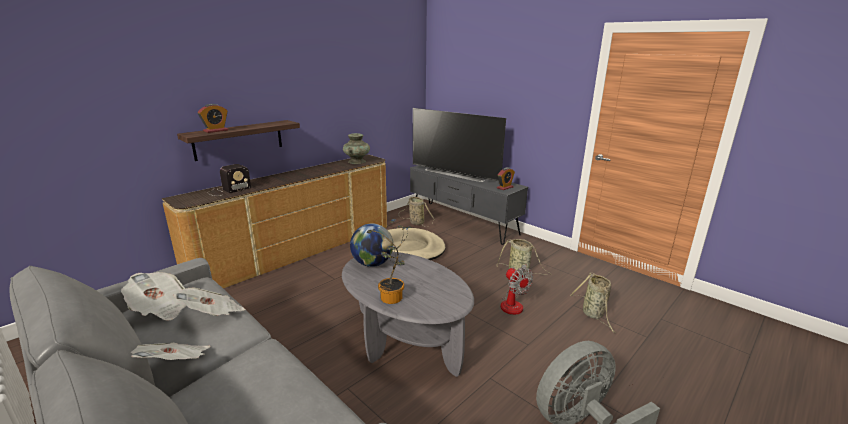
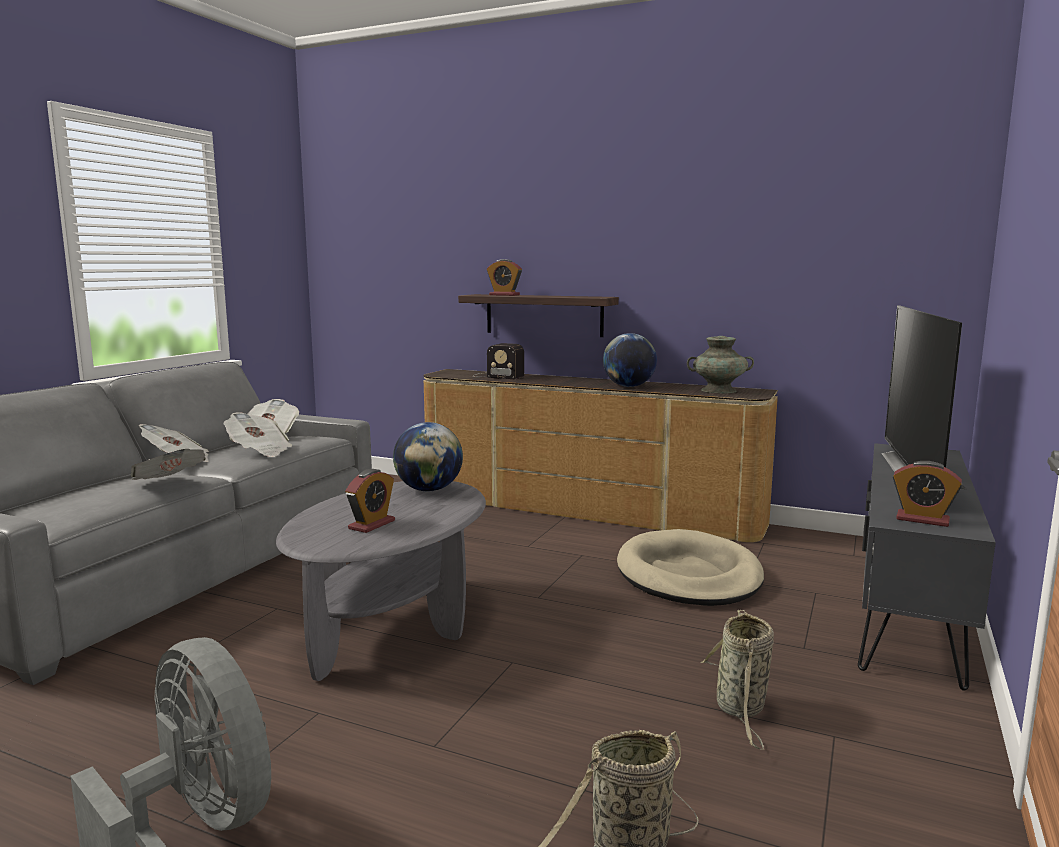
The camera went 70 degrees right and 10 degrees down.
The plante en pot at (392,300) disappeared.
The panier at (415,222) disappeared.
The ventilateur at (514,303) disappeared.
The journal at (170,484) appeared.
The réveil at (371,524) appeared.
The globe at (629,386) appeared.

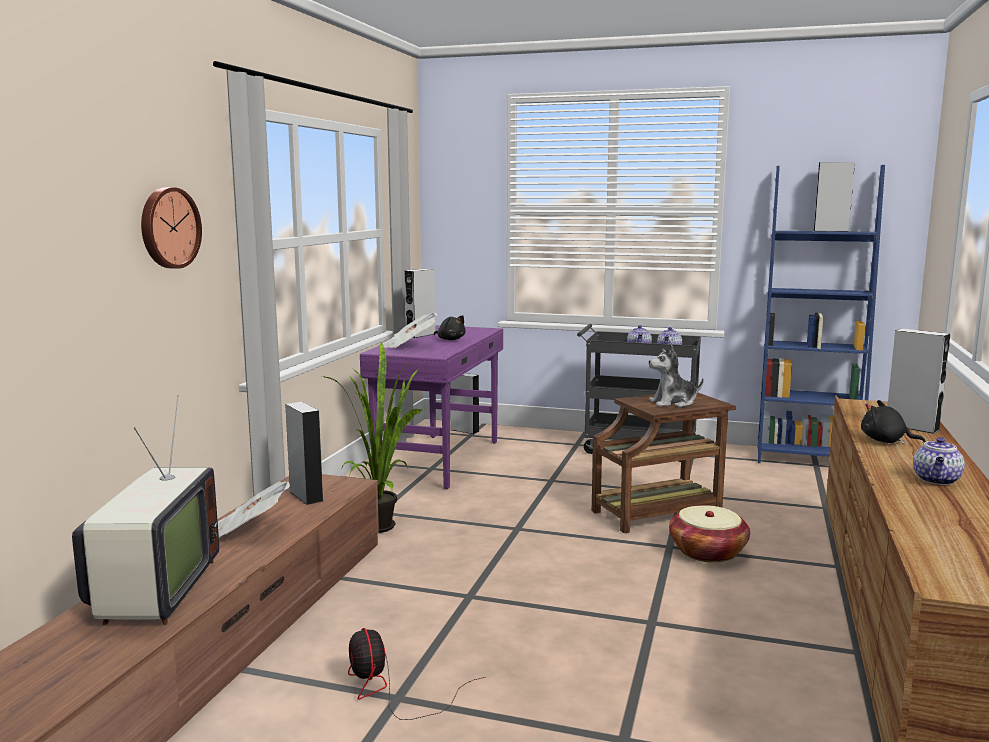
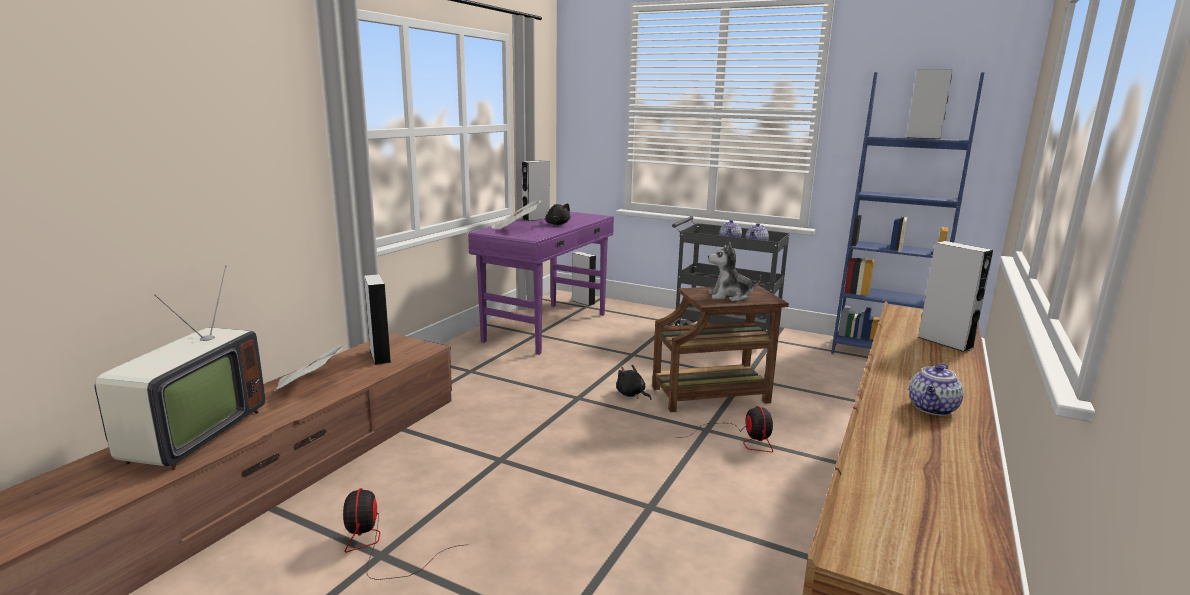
The camera went 10 degrees right and 5 degrees up.
The horloge murale at (168,228) disappeared.
The plante en pot at (383,524) disappeared.
The panier at (707,552) was replaced by the ventilateur at (739,439).
The peluche (noir) moved from (886,441) to (631,394).

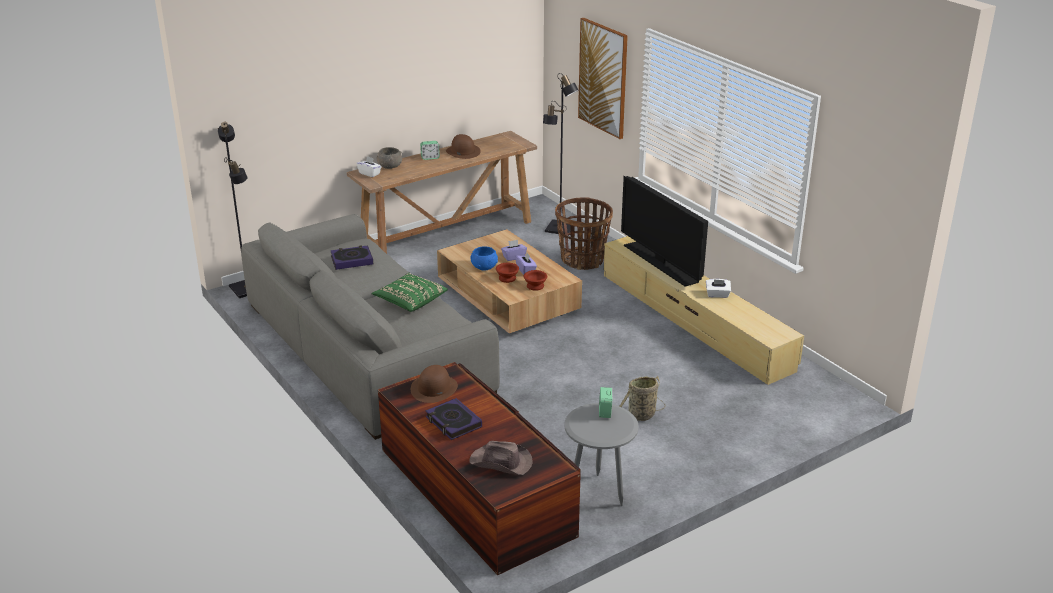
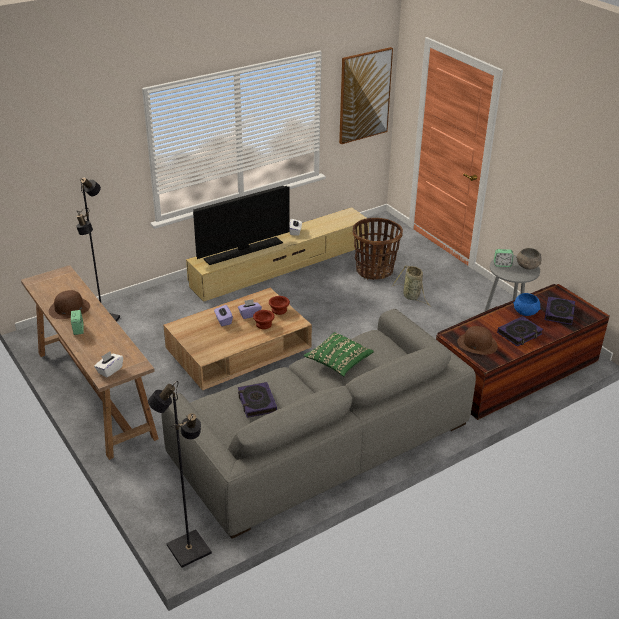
The camera went 90 degrees left and 5 degrees up.
The bol (gris) moved from (389,166) to (527,266).
The chapeau (marron) at (501,462) was replaced by the livre at (559,313).
The bol (bleu) moved from (484,267) to (525,312).
The panier moved from (582,260) to (374,270).
The tableau moved from (603,78) to (364,95).

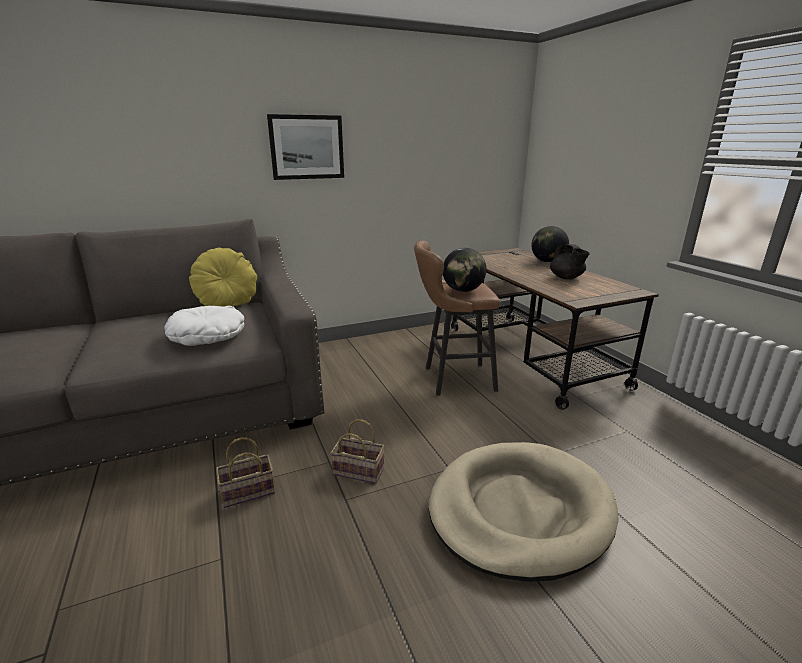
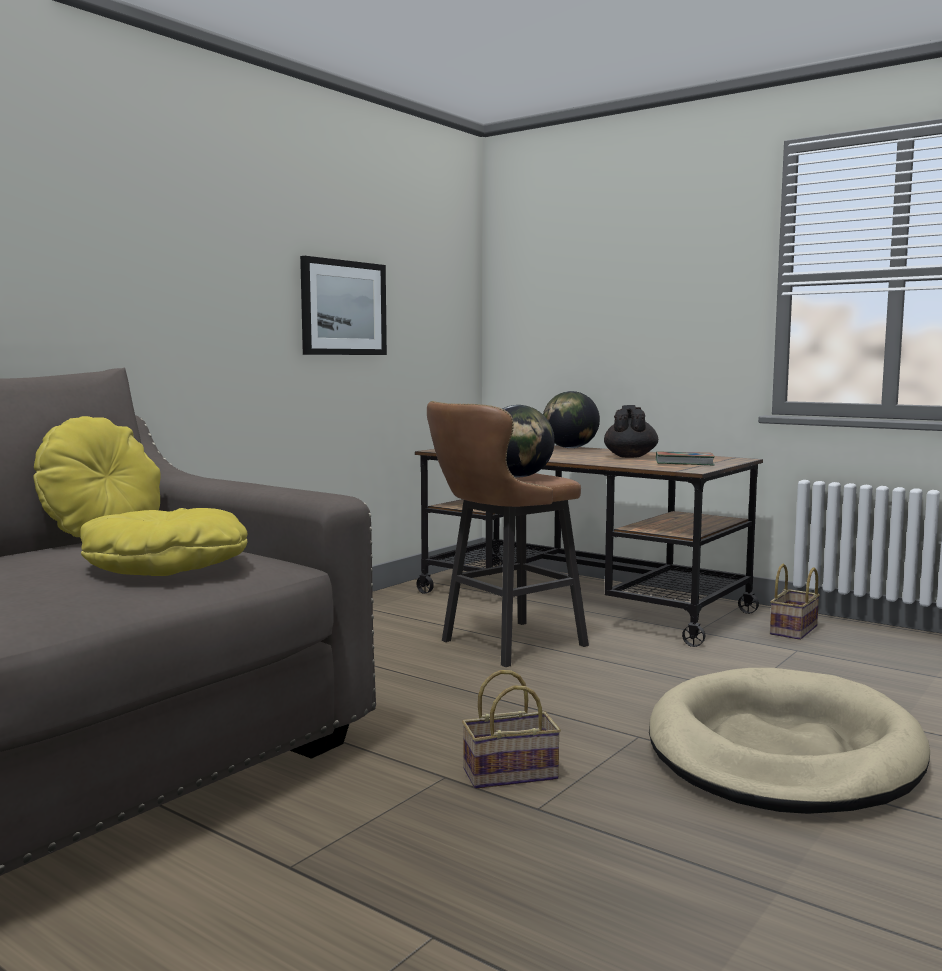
The camera went 30 degrees left and 15 degrees down.
The coussin (blanc) at (208,335) became the coussin (jaune) at (164,565).
The panier moved from (247,493) to (794,631).
The tableau moved from (307,147) to (343,308).
The théière (noir) at (566,278) turned 120 degrees counterclockwise.
The livre at (684,463) appeared.

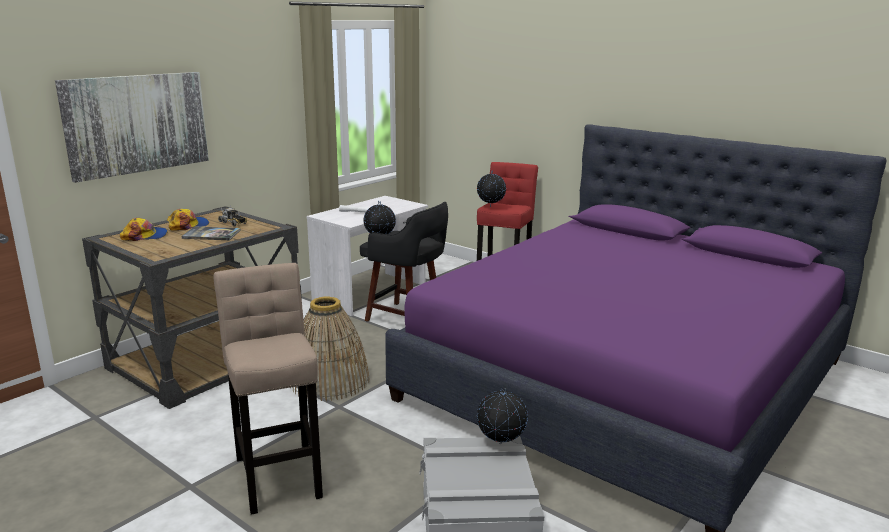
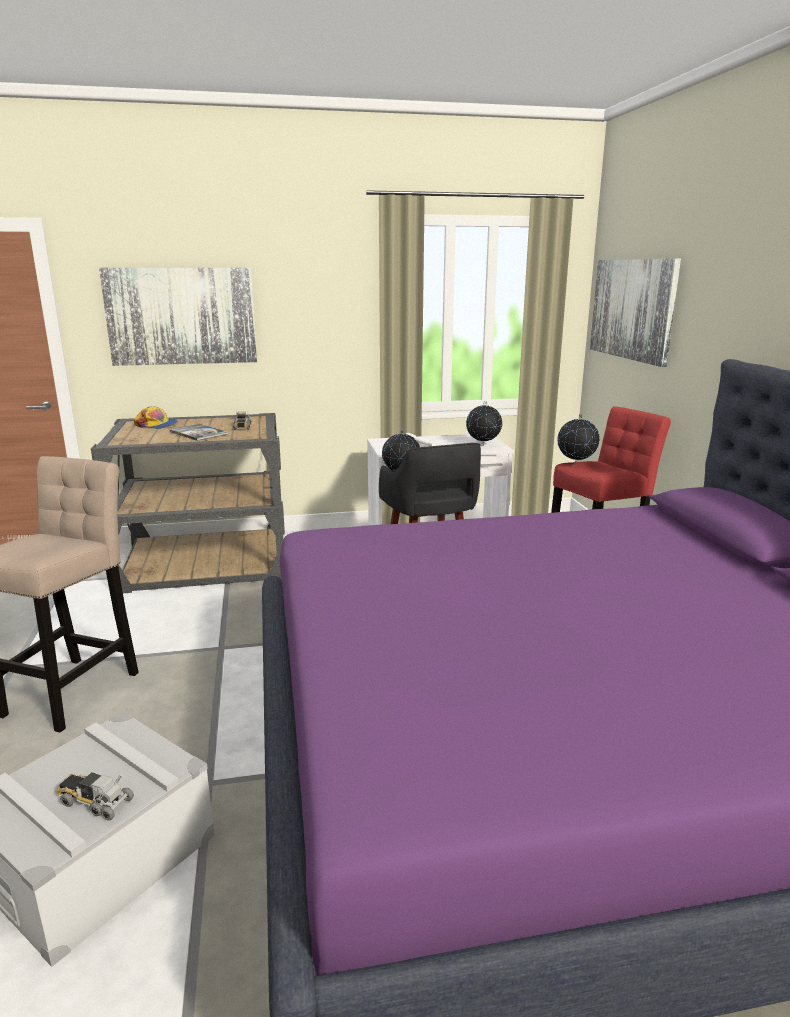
The camera went 40 degrees right and 0 degrees up.
The casquette at (188,225) disappeared.
The panier at (329,380) disappeared.
The globe moved from (501,444) to (483,445).
The camion jouet at (95,802) appeared.
The tableau at (632,309) appeared.

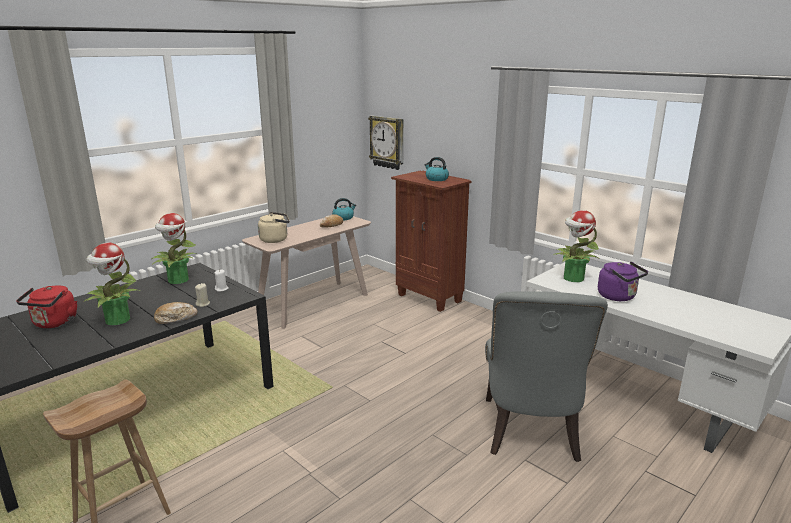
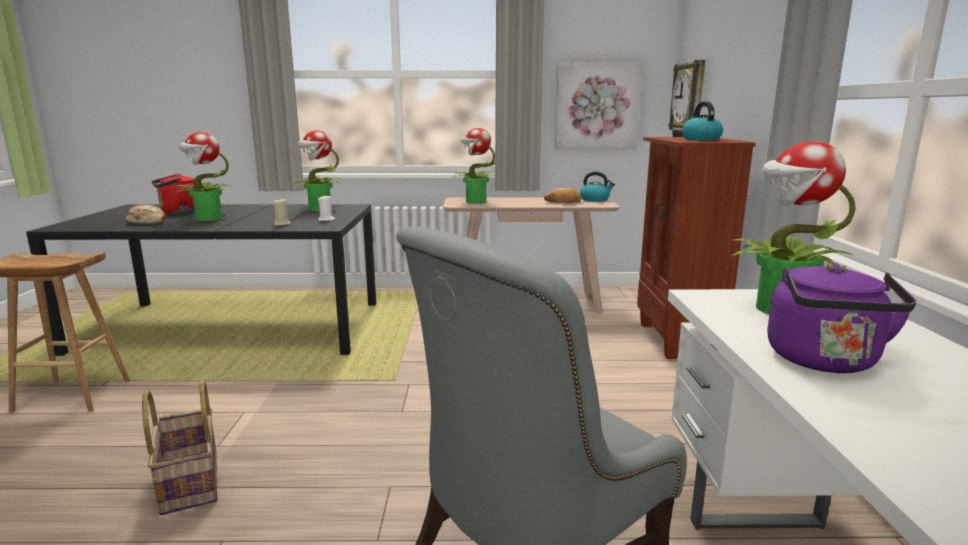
The camera went 45 degrees right and 5 degrees down.
The pain moved from (175,318) to (148,222).
The bouilloire (beige) at (275,239) was replaced by the plante en pot at (475,202).
The panier at (188,482) appeared.
The tableau at (597,106) appeared.

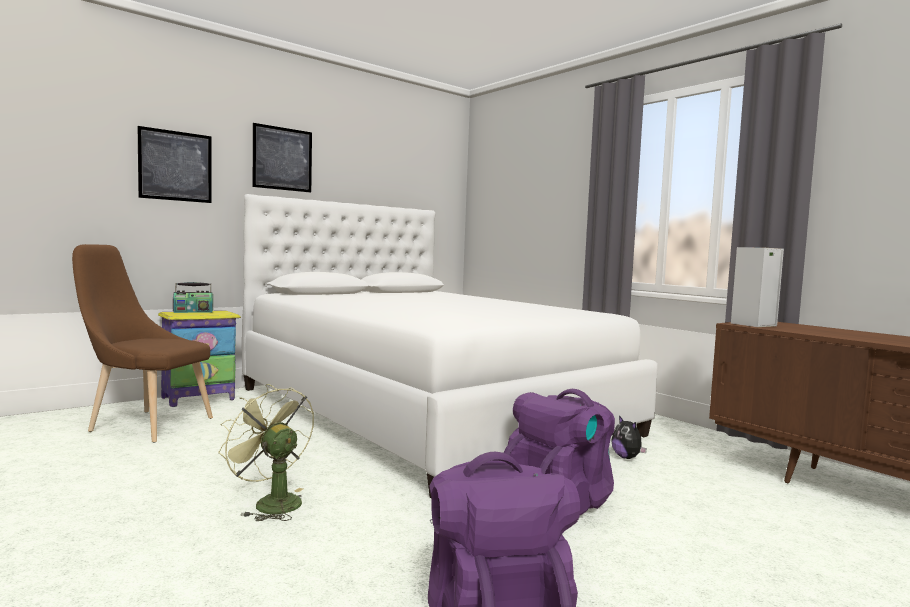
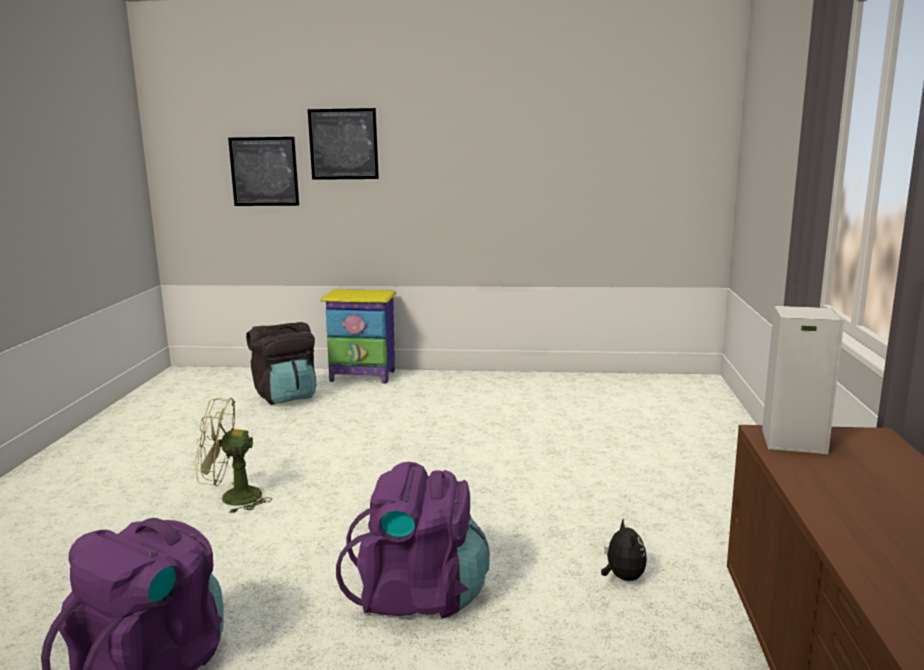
The camera went 45 degrees right and 10 degrees up.
The chaise (marron) at (145,424) was replaced by the sac à dos (noir) at (285,396).
The radio at (193,311) disappeared.
The ventilateur (vert) at (270,502) turned 90 degrees counterclockwise.
The lit (blanc) at (427,410) disappeared.
The tableau moved from (282,159) to (264,171).
The peluche at (627,457) turned 150 degrees clockwise.

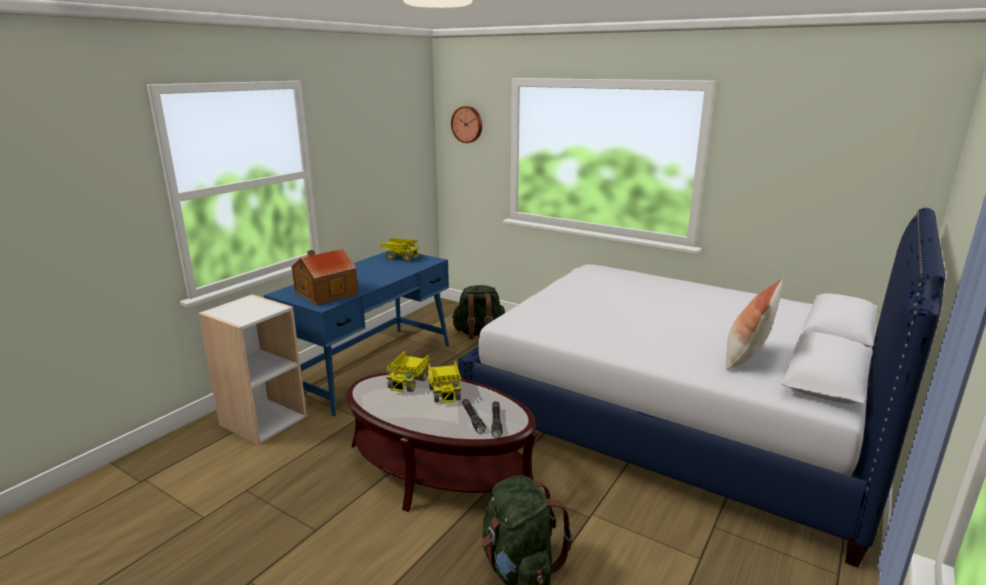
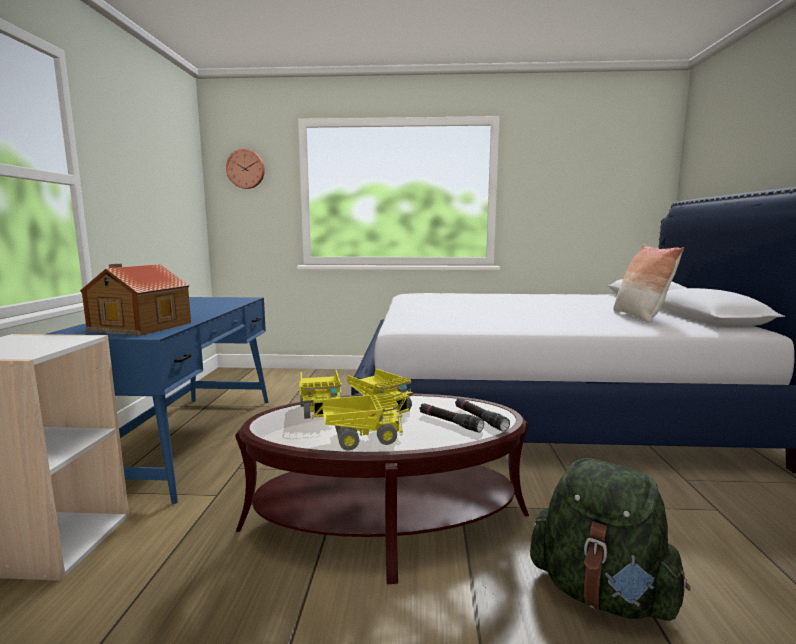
The camera went 30 degrees left and 10 degrees down.
The camion jouet moved from (400,257) to (360,438).
The sac à dos (vert) at (479,333) disappeared.

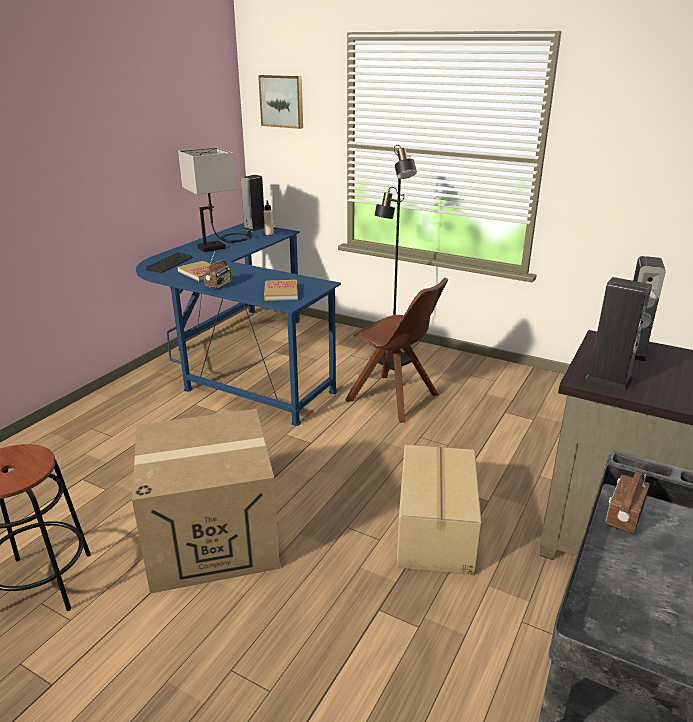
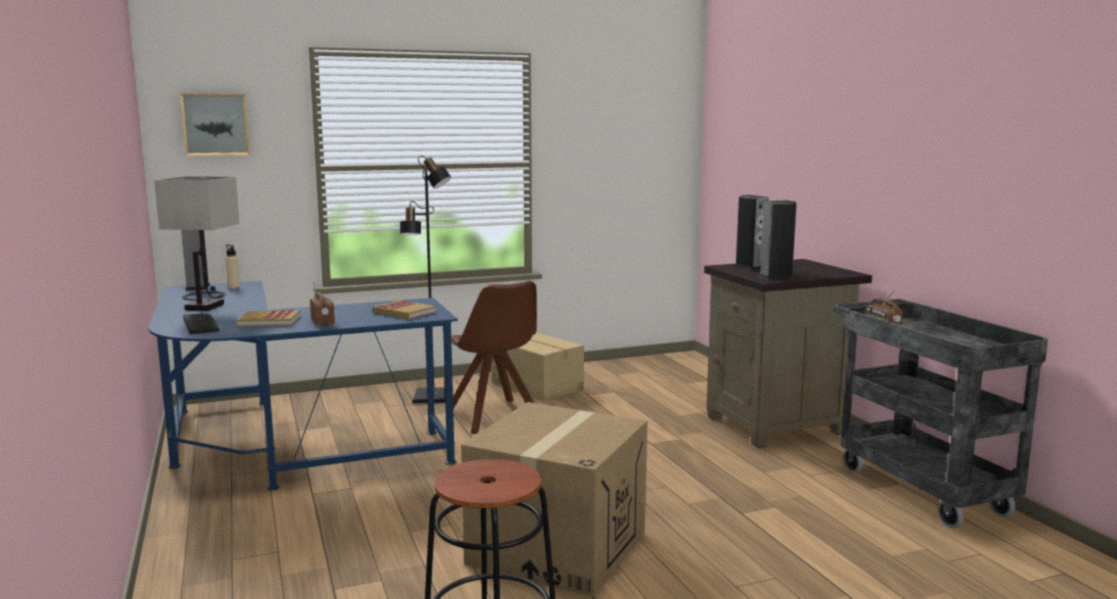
The camera went 50 degrees left and 15 degrees down.
The chaise (marron) at (394,399) turned 75 degrees clockwise.
The carton moved from (437,530) to (537,386).

